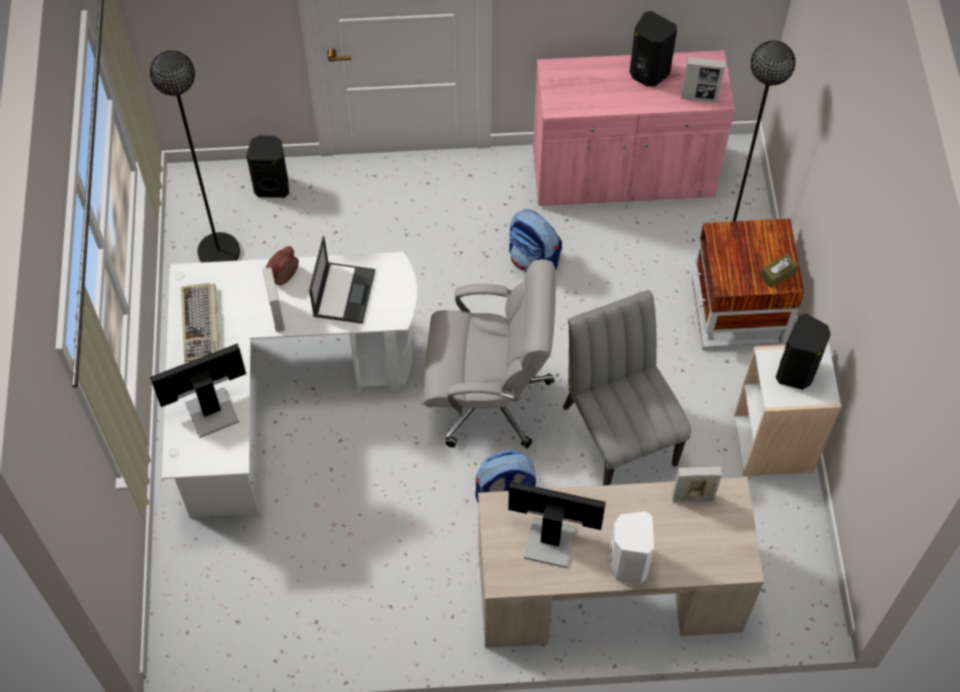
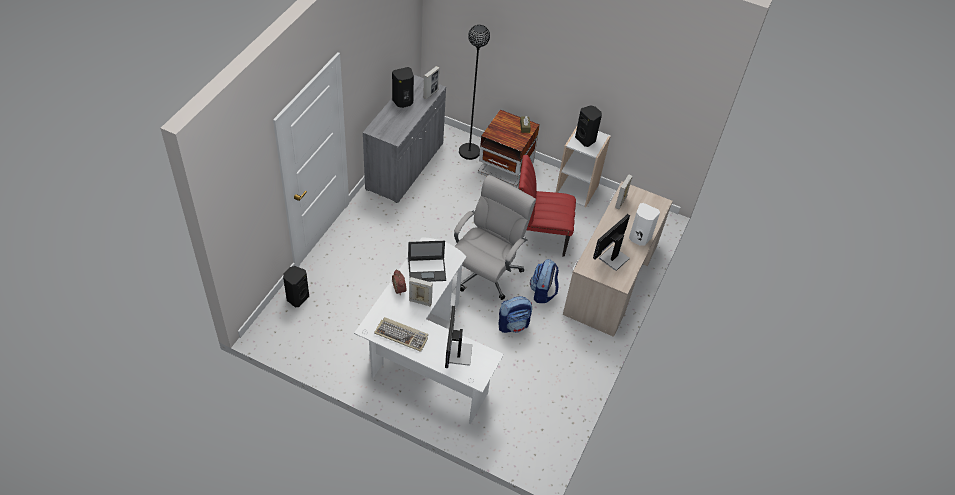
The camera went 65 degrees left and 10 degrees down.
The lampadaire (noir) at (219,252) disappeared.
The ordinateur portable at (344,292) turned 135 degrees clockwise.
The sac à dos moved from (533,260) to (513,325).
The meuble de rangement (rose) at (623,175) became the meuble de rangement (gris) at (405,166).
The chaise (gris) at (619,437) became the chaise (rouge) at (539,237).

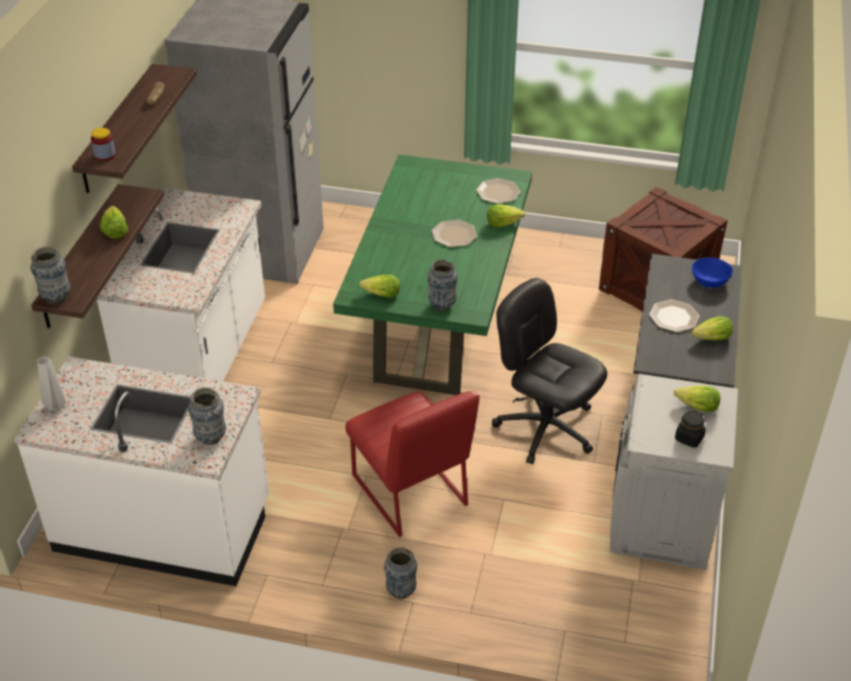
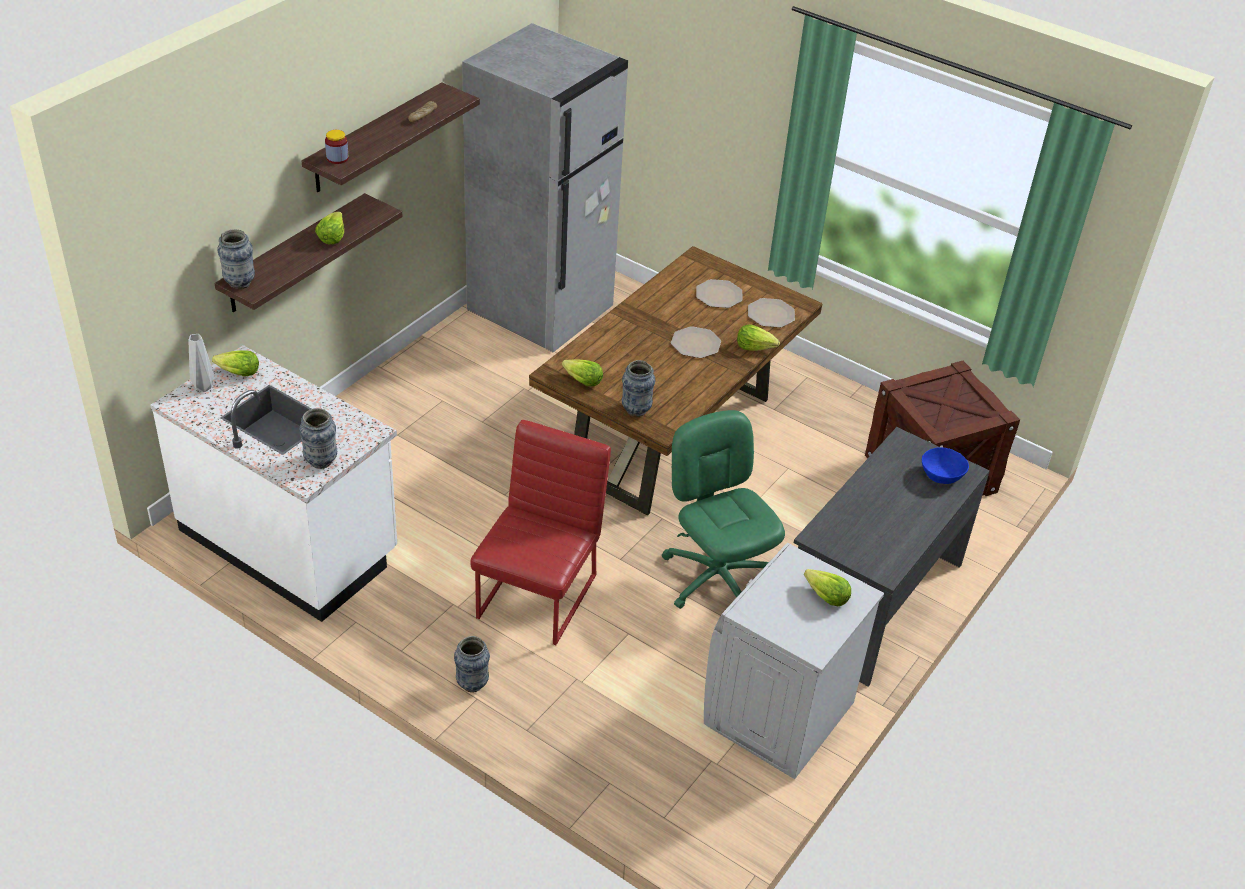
The camera went 20 degrees right and 0 degrees up.
The comptoir de cuisine (blanc) at (199,356) disappeared.
The table à manger (vert) at (438,324) became the table à manger (marron) at (671,437).
The chaise (rouge) at (410,492) turned 150 degrees counterclockwise.
The chaise de bureau (noir) at (545,427) became the chaise de bureau (vert) at (717,577).
The assiette moved from (673,317) to (718,295).
The bocal (noir) at (689,438) disappeared.
The laitue moved from (712,339) to (238,373).

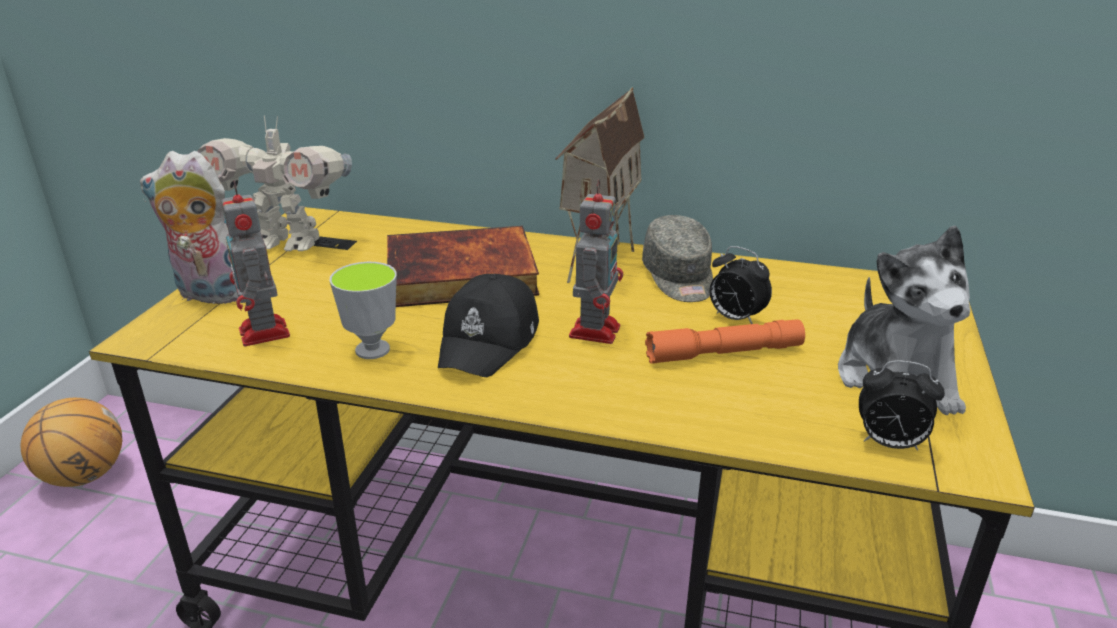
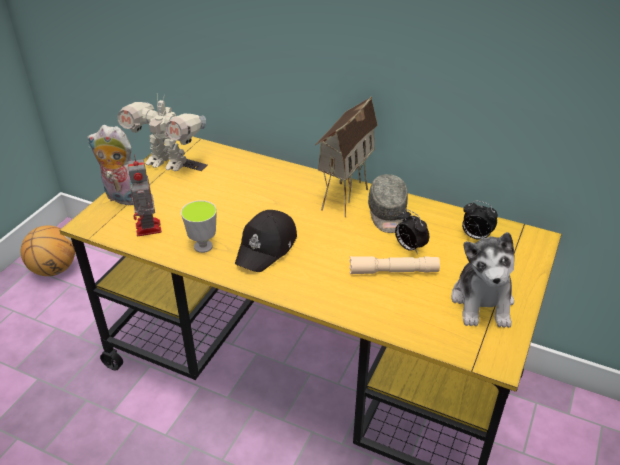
The camera went 10 degrees right and 10 degrees up.
The livre at (460,276) disappeared.
The robot jouet at (595,330) disappeared.
The lampe de poche (orange) at (724,353) became the lampe de poche (beige) at (393,271).
The réveil moved from (889,444) to (475,237).

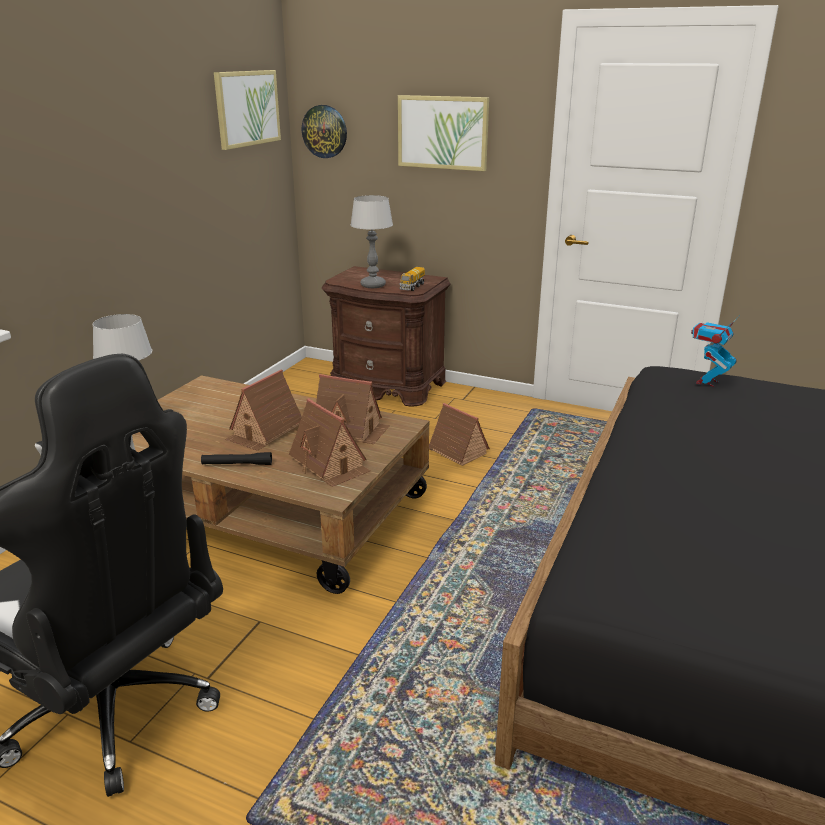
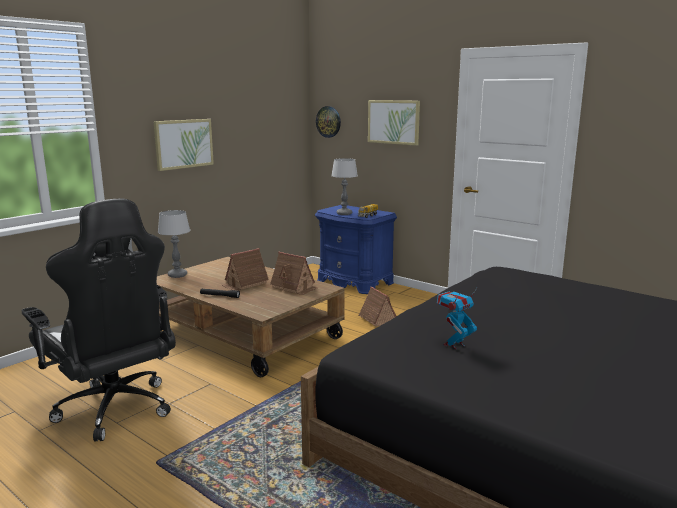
The camera went 15 degrees right and 10 degrees down.
The tableau moved from (247,108) to (183,143).
The maison miniature at (330,465) disappeared.
The table de chevet (marron) at (386,387) became the table de chevet (bleu) at (353,282).
The robot jouet moved from (706,382) to (454,345).

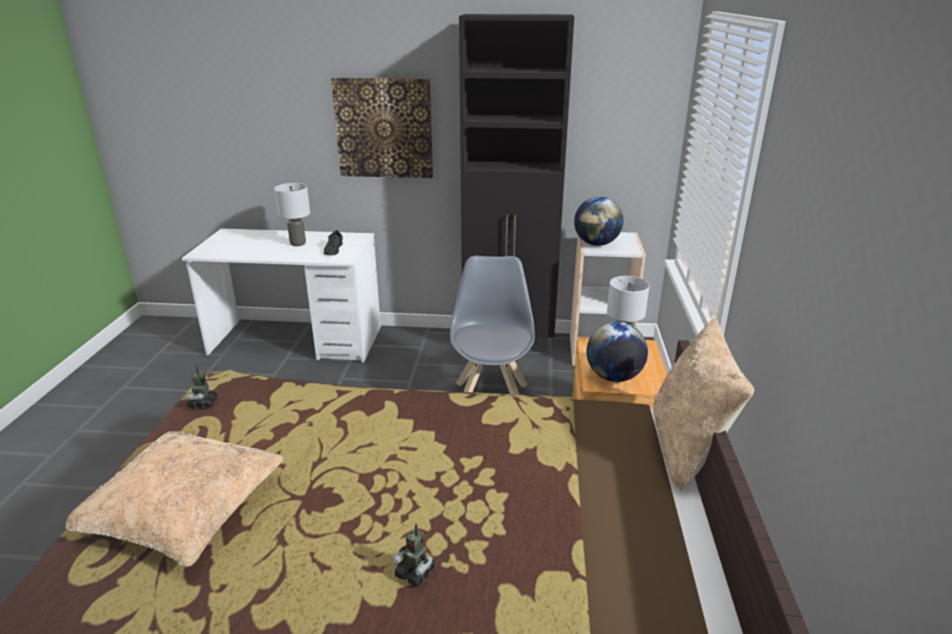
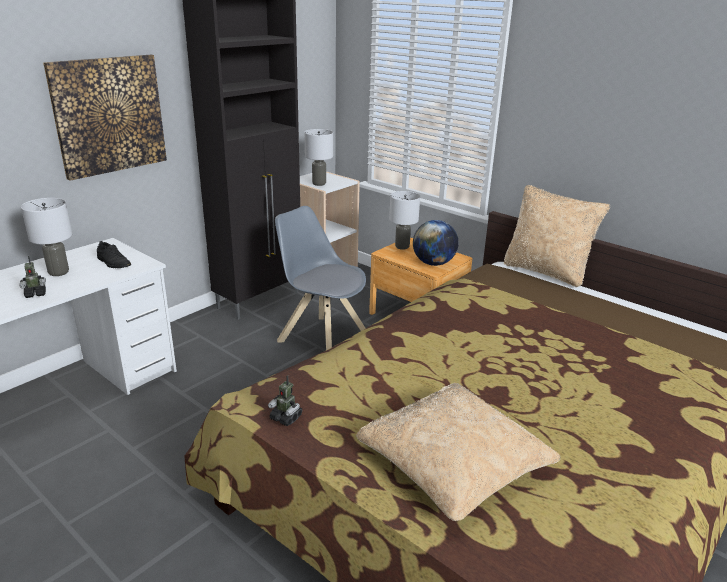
The camera went 55 degrees left and 0 degrees up.
The robot jouet moved from (415,573) to (35,294).
The globe at (596,244) was replaced by the lampe de table (blanc) at (318,183).

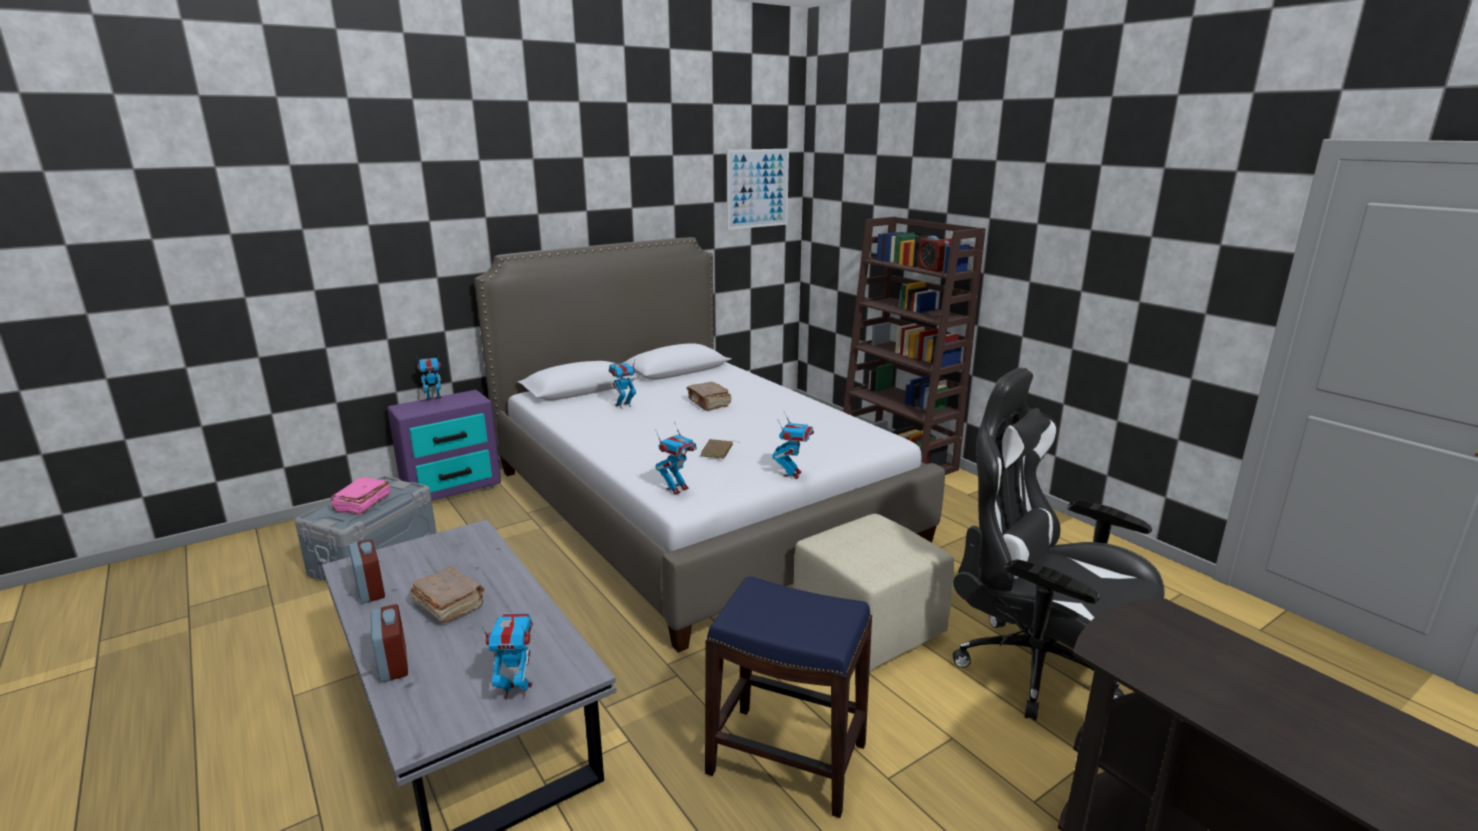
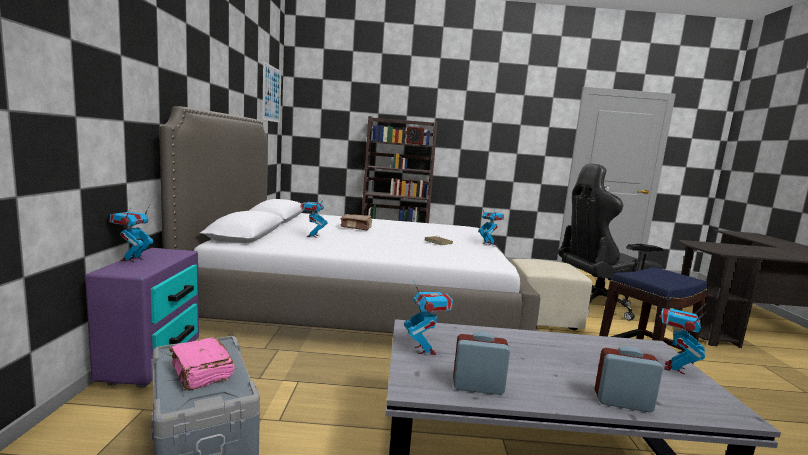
The camera went 55 degrees left and 10 degrees down.
The livre (marron) at (448,605) disappeared.
The robot jouet moved from (677,489) to (425,350).

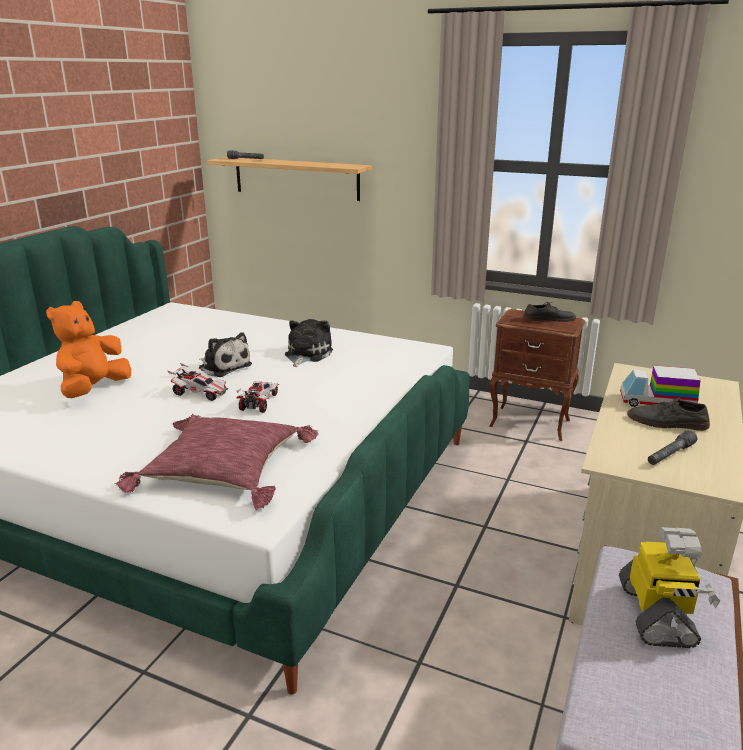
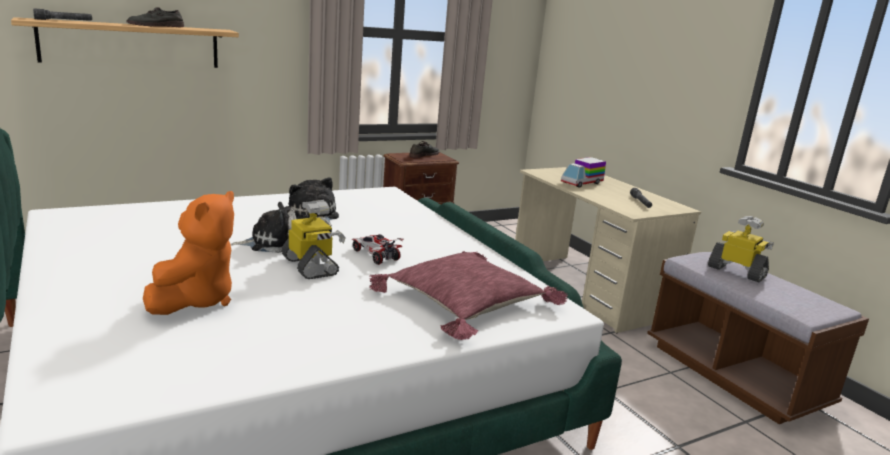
The camera went 55 degrees left and 5 degrees down.
The peluche (orange) at (94,389) turned 135 degrees counterclockwise.
The petite voiture at (200,393) was replaced by the robot jouet at (311,266).
The chaussure (gris) moved from (667,423) to (156,26).

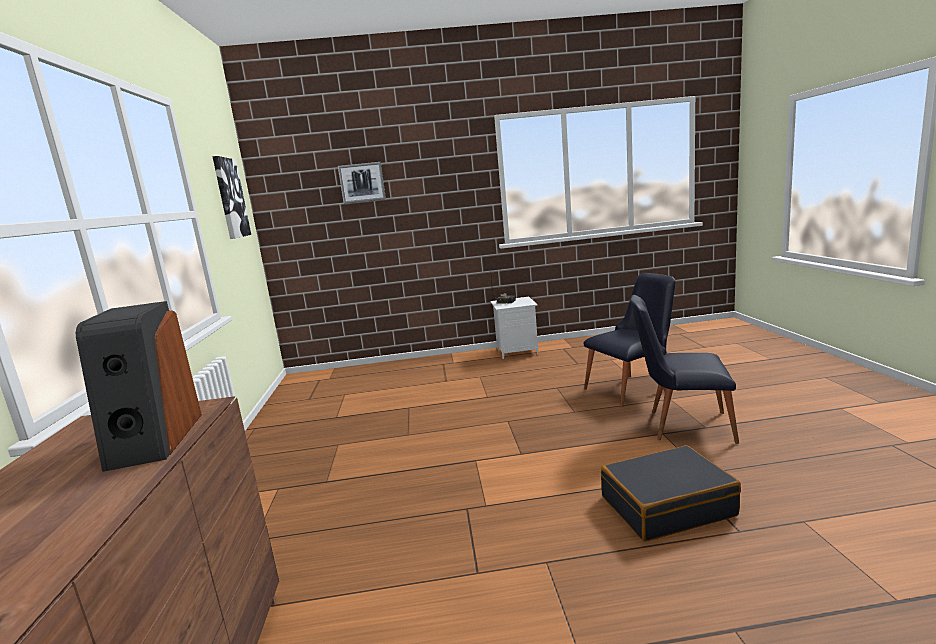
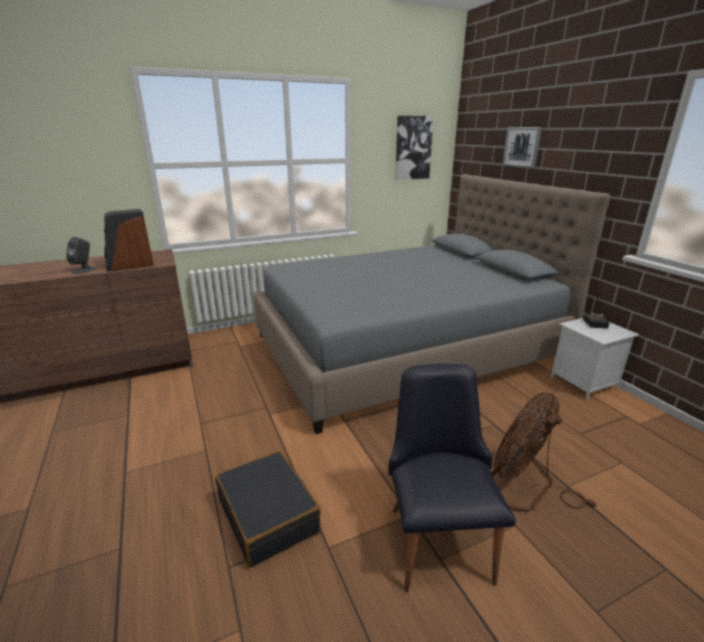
The camera went 70 degrees right and 10 degrees up.
The chaise (noir) at (632,388) was replaced by the ventilateur (marron) at (528,487).
The enceinte (gris) at (84,270) appeared.
The lit (gris) at (405,348) appeared.

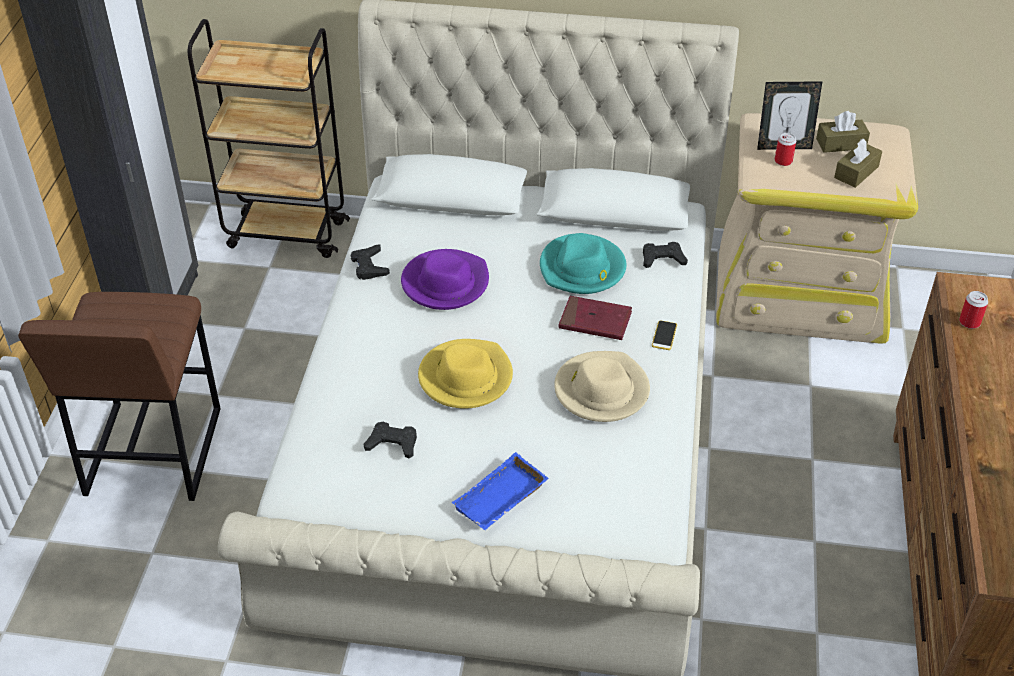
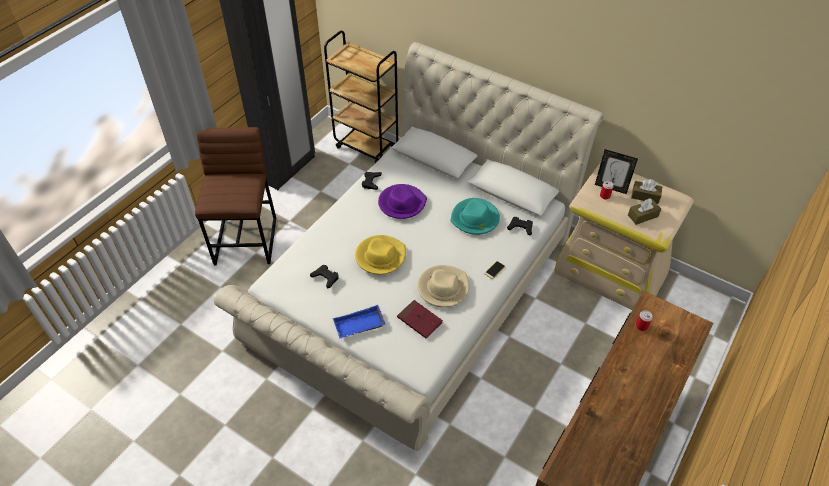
The camera went 25 degrees right and 5 degrees up.
The chaise (marron) at (152,454) turned 150 degrees clockwise.
The livre (rouge) moved from (595,321) to (419,320).

